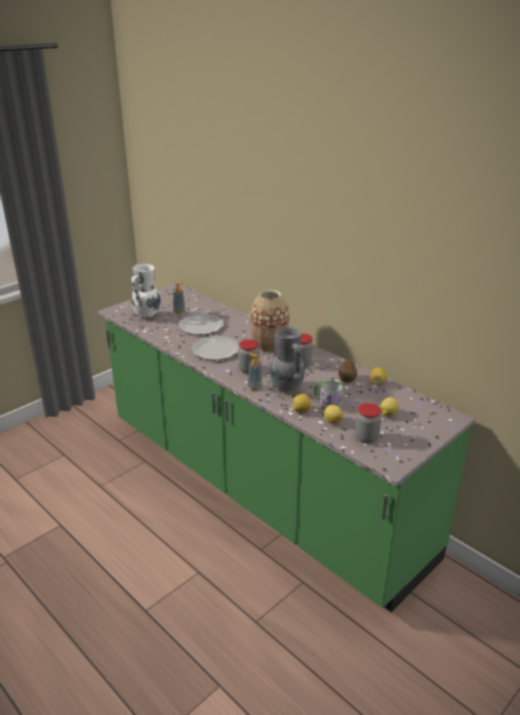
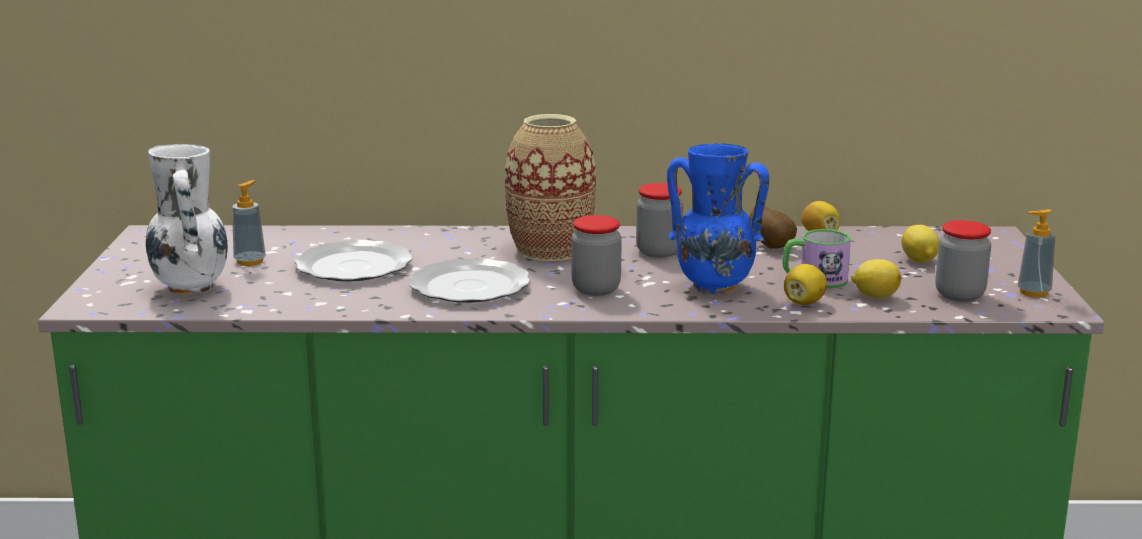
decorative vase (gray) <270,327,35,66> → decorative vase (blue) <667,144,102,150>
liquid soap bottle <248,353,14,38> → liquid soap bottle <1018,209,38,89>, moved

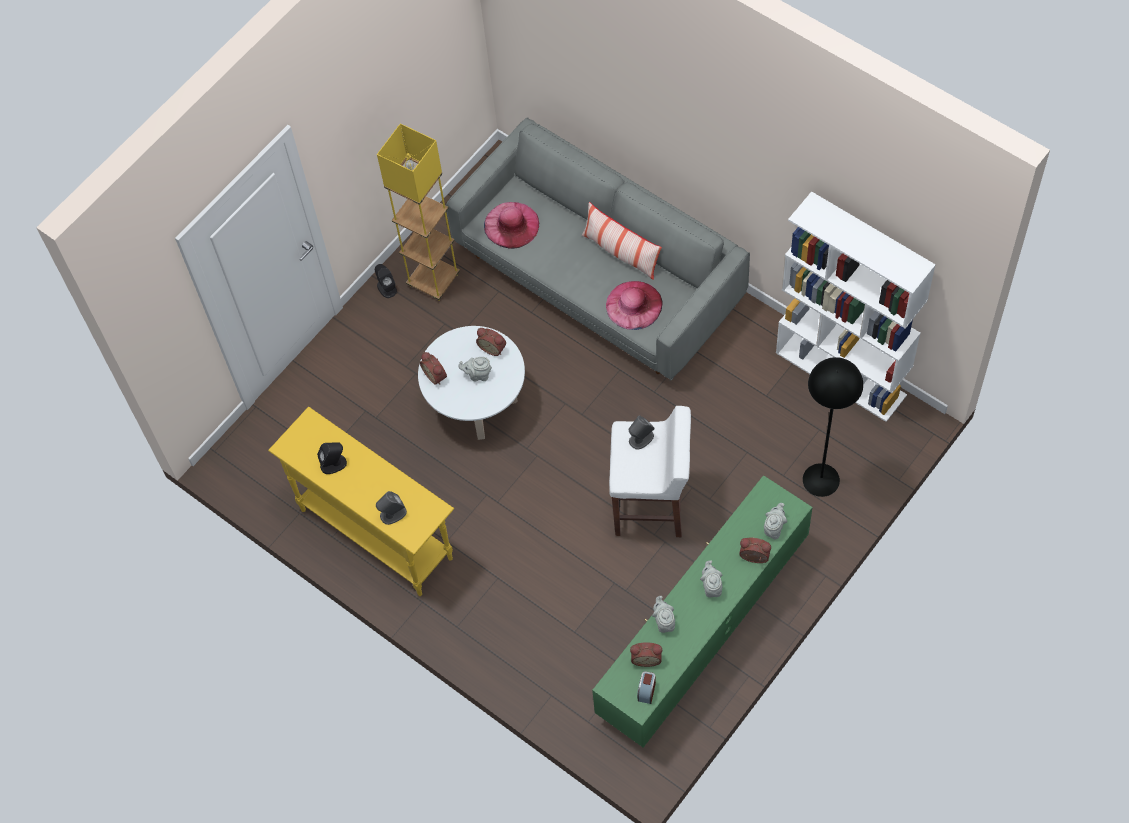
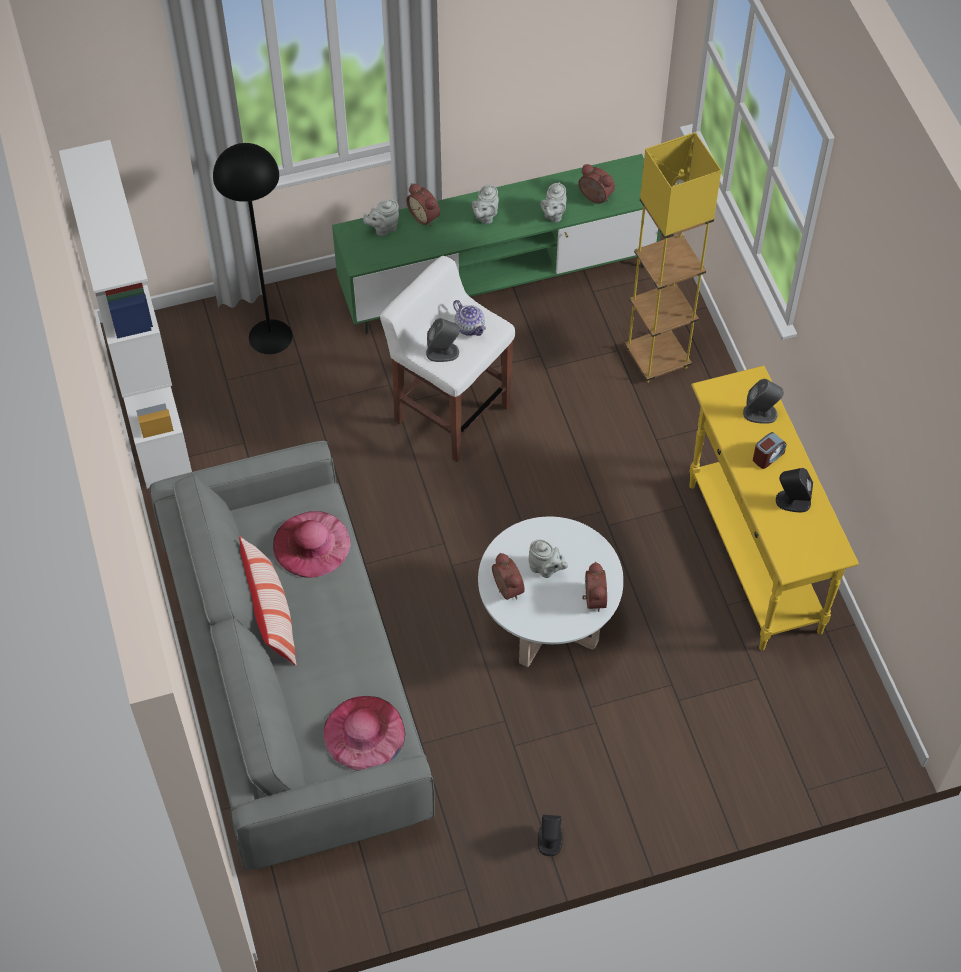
- → pot for tea <453,300,33,36>
floor lamp (yellow) <377,123,83,178> → floor lamp (yellow) <625,132,97,251>, moved
table clock <637,671,19,33> → table clock <753,432,33,37>, moved

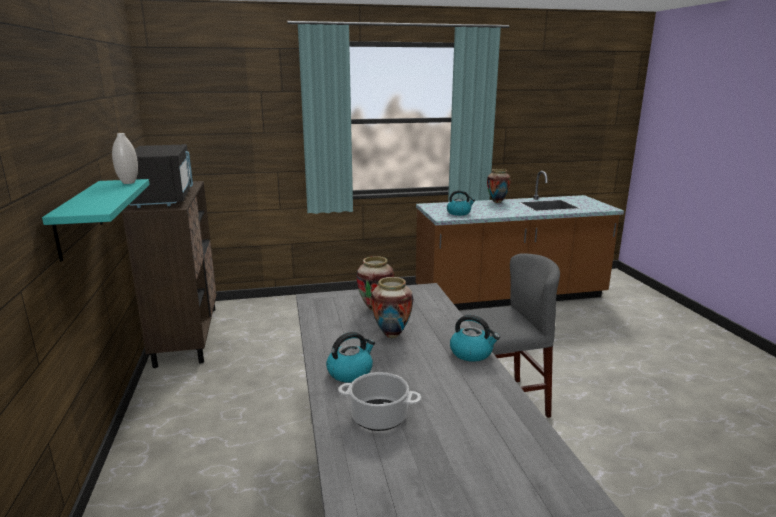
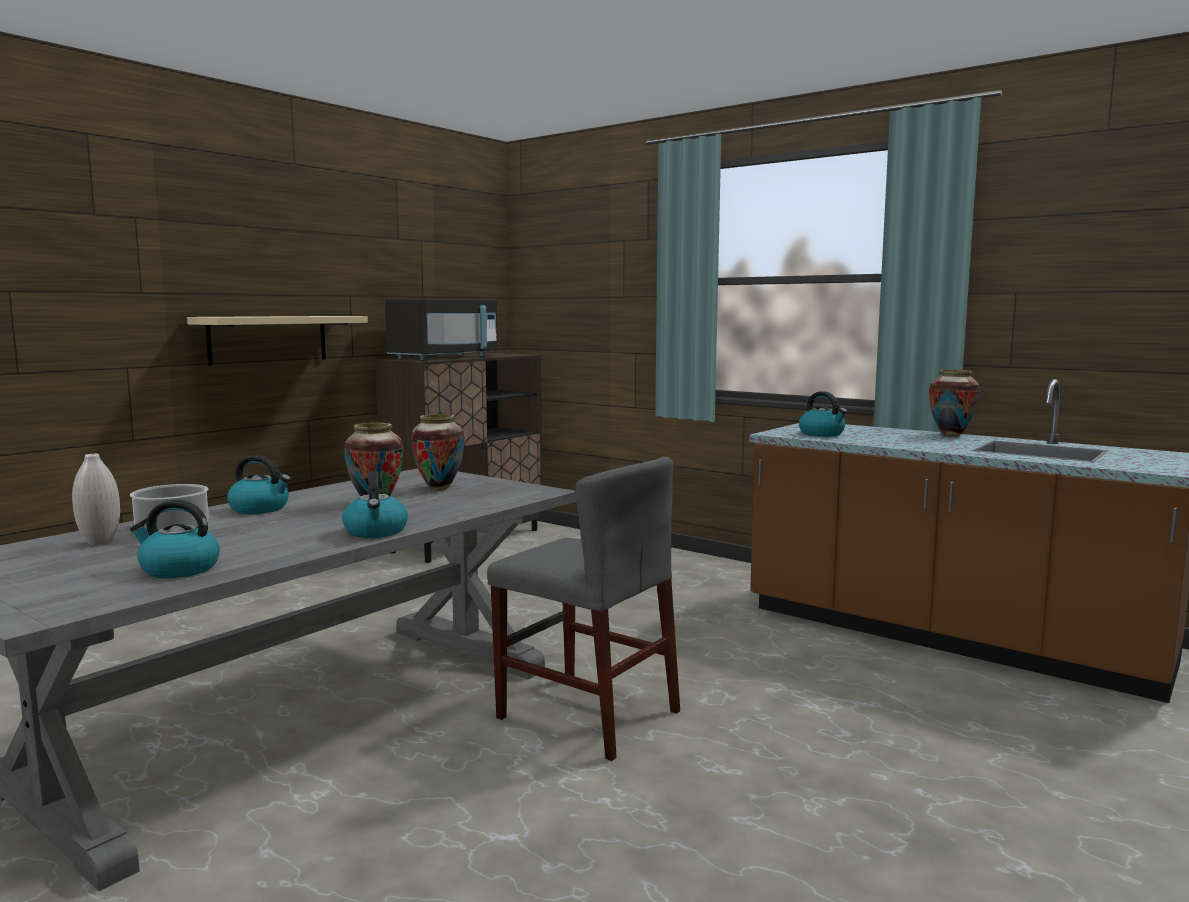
decorative vase (whitish) <112,133,26,51> → decorative vase (whitish) <72,454,48,91>, moved
- → kettle <130,500,90,78>
wall shelf (blue-green) <42,179,108,83> → wall shelf (sand-coloured) <187,316,181,50>

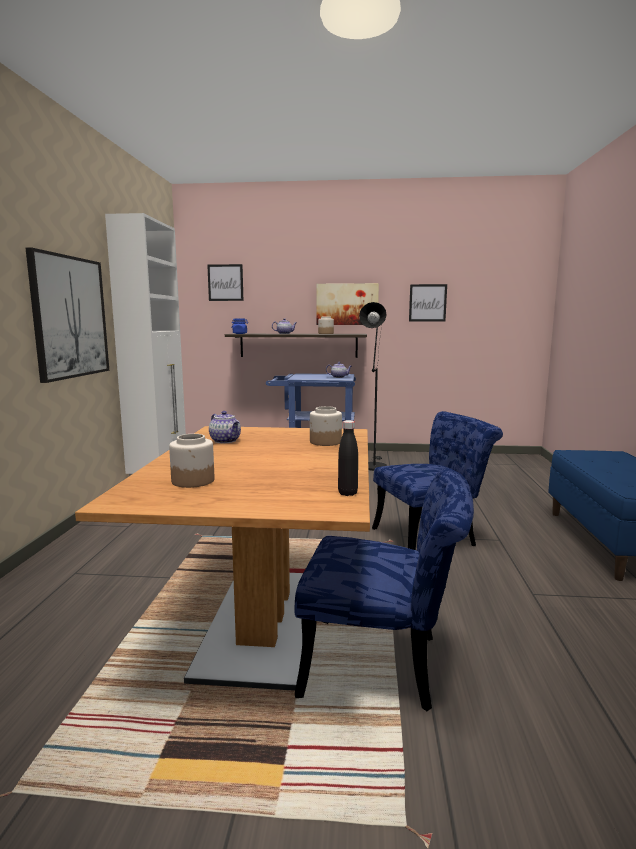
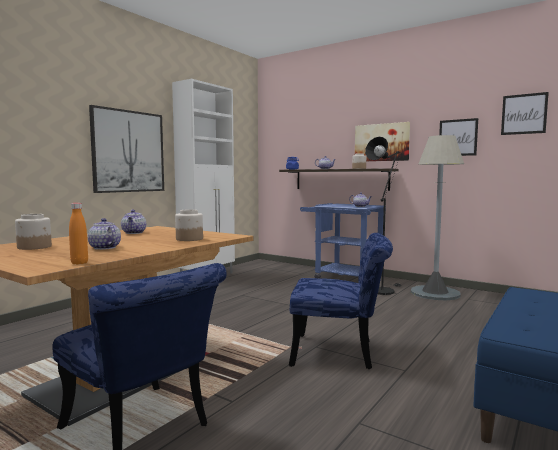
bottle (blackish) <338,420,20,76> → bottle (orange) <69,203,19,61>
- → pot for tea <88,218,33,32>
- → floor lamp (gray) <411,135,53,165>
wall picture <207,264,36,37> → wall picture <501,92,48,43>, moved

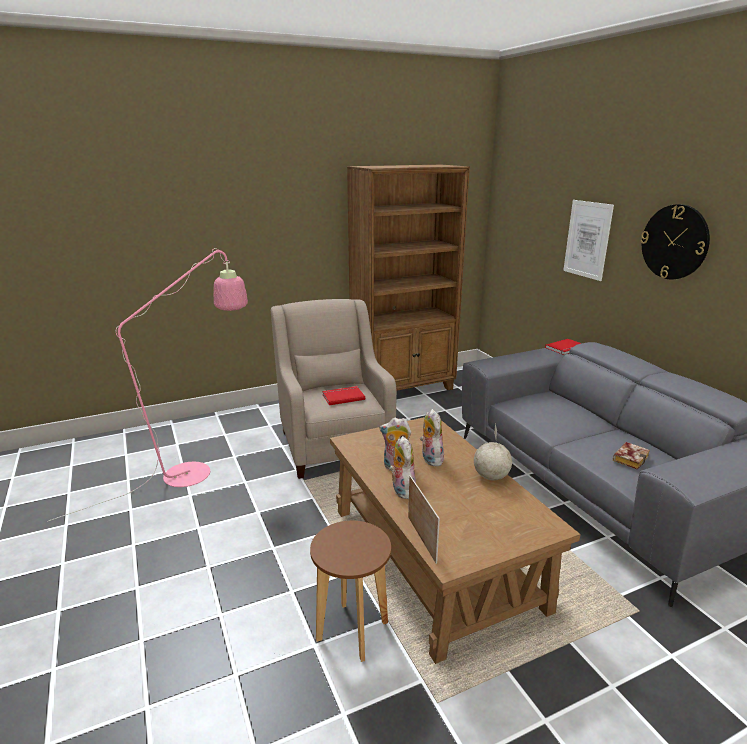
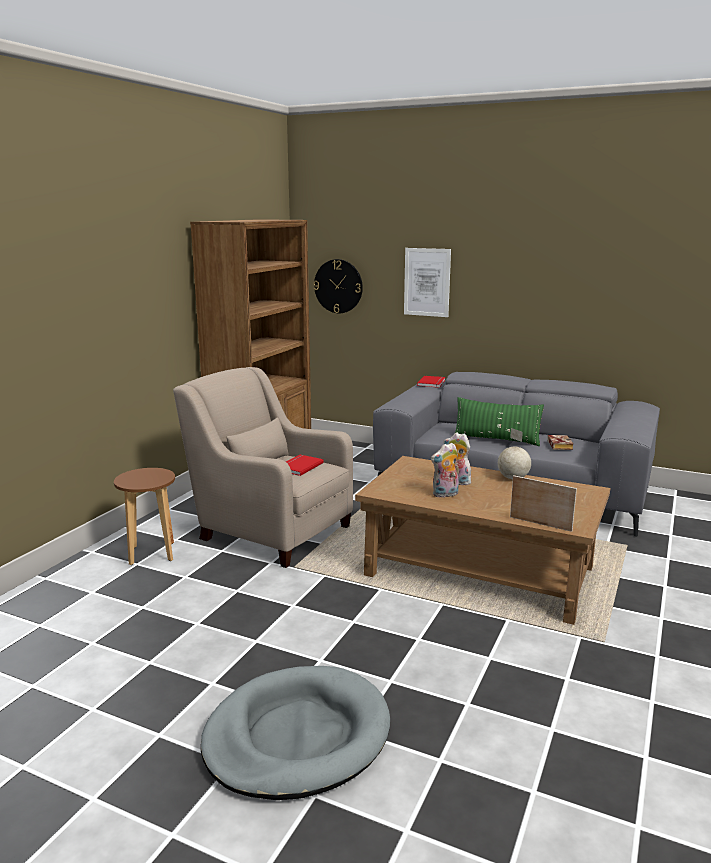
sitting stool (brownish) <310,521,81,141> → sitting stool (brownish) <114,468,61,97>, moved
- → dog cushion (gray) <201,666,189,134>
wall clock <641,204,69,75> → wall clock <314,259,49,54>, moved
- → pillow (greenish) <455,397,89,49>
floor lamp (pink-coloured) <47,248,201,274> → -
plush toy <389,436,27,63> → -

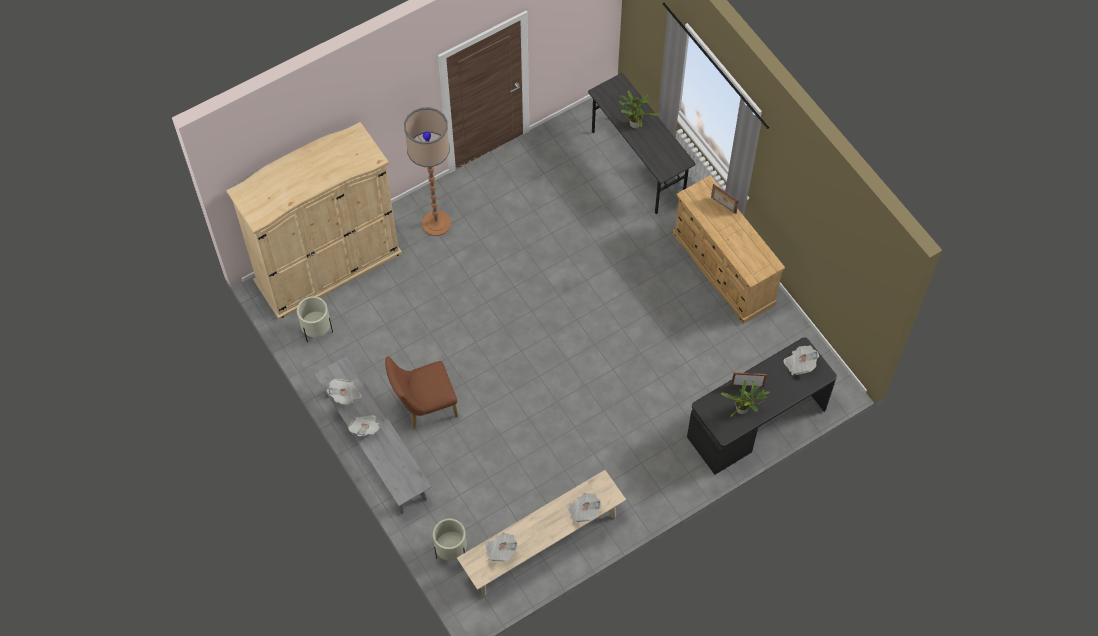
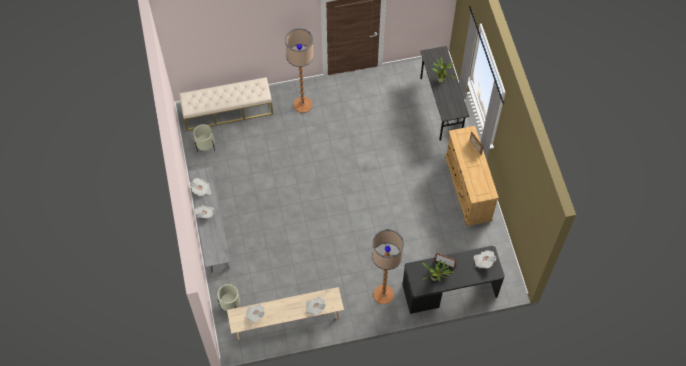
armoire (sand-coloured) <226,122,176,198> → bench (sand-coloured) <179,77,94,54>
- → floor lamp <372,229,32,75>
plain chair (brownish) <385,356,73,74> → -

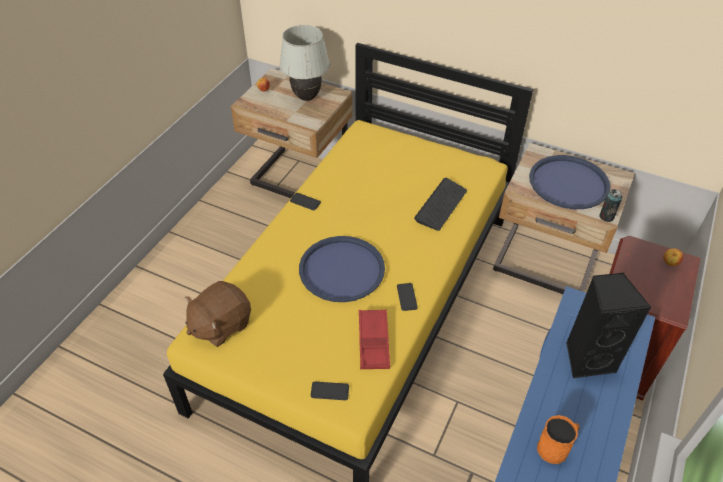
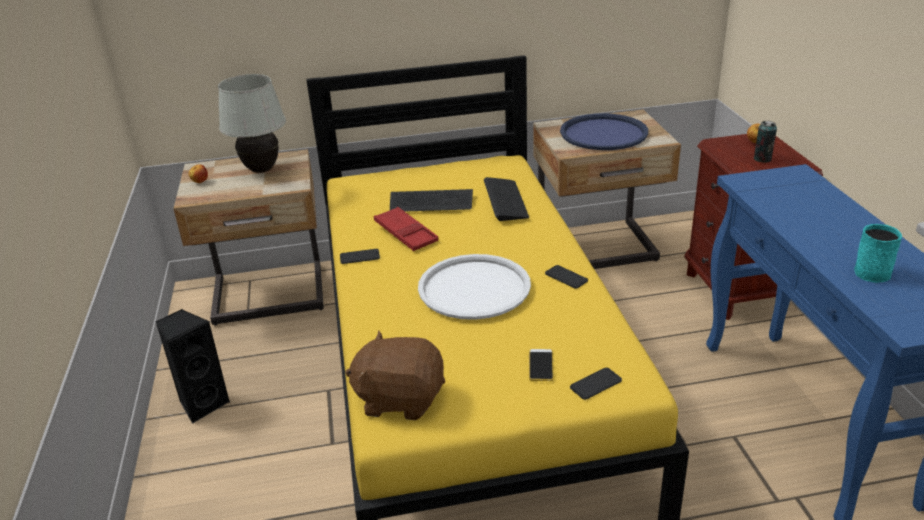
audio speaker (blackish) <566,272,85,107> → audio speaker (blackish) <156,309,74,115>, moved
plush toy (brownish) <185,281,66,66> → plush toy (brownish) <345,331,100,89>, 90 degrees clockwise
serving tray (reddish) <359,309,31,60> → serving tray (reddish) <374,207,64,44>, moved
- → computer keyboard <390,189,83,23>
serving tray (blue) <299,236,86,66> → serving tray (whitish) <418,254,113,66>
- → phone <529,349,25,32>
sealed can <599,189,23,33> → sealed can <754,121,23,42>, moved
tea mug (orange) <537,415,43,49> → tea mug (blue-green) <854,224,48,59>

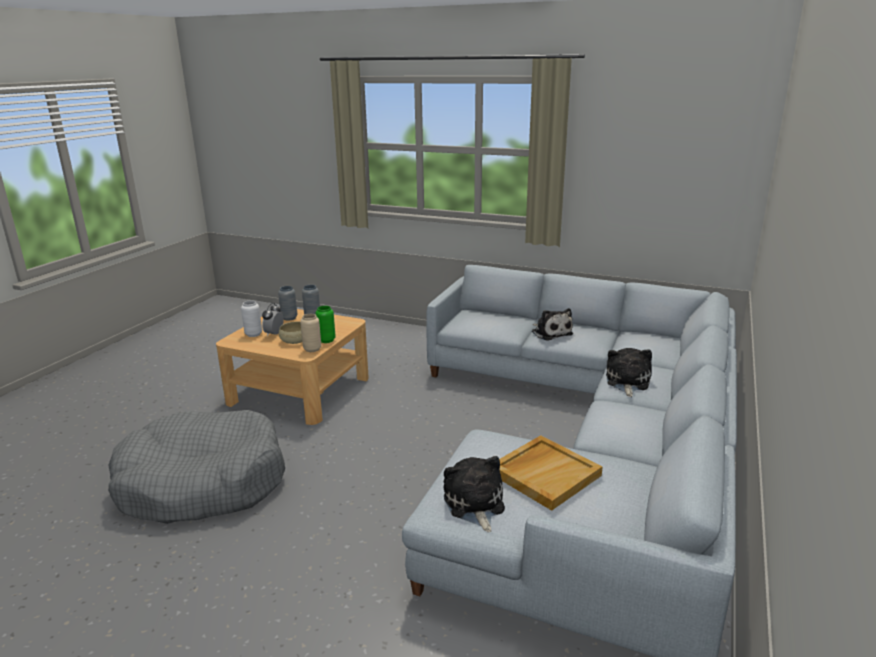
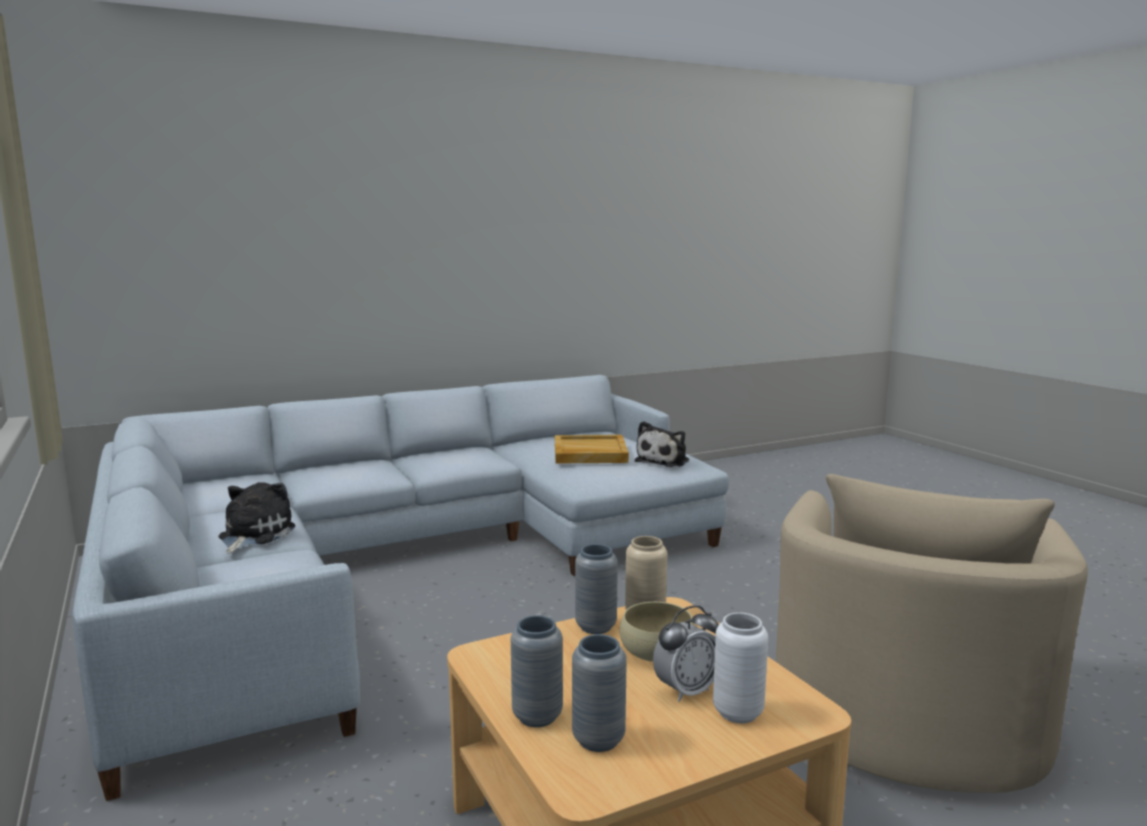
decorative vase (greenish) <315,306,21,37> → decorative vase (gray) <575,544,43,90>
dog cushion (gray) <108,410,177,114> → easy chair (sand-coloured) <776,474,312,319>
plush toy <606,348,46,49> → -

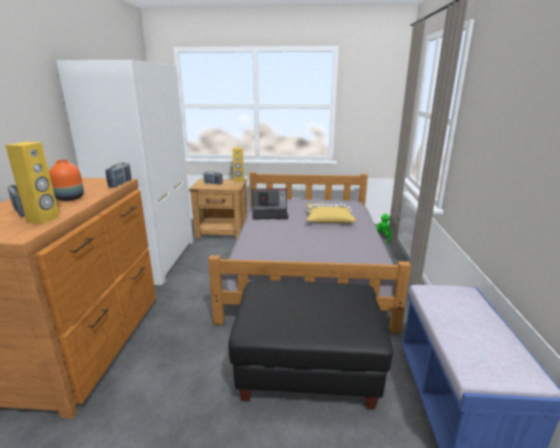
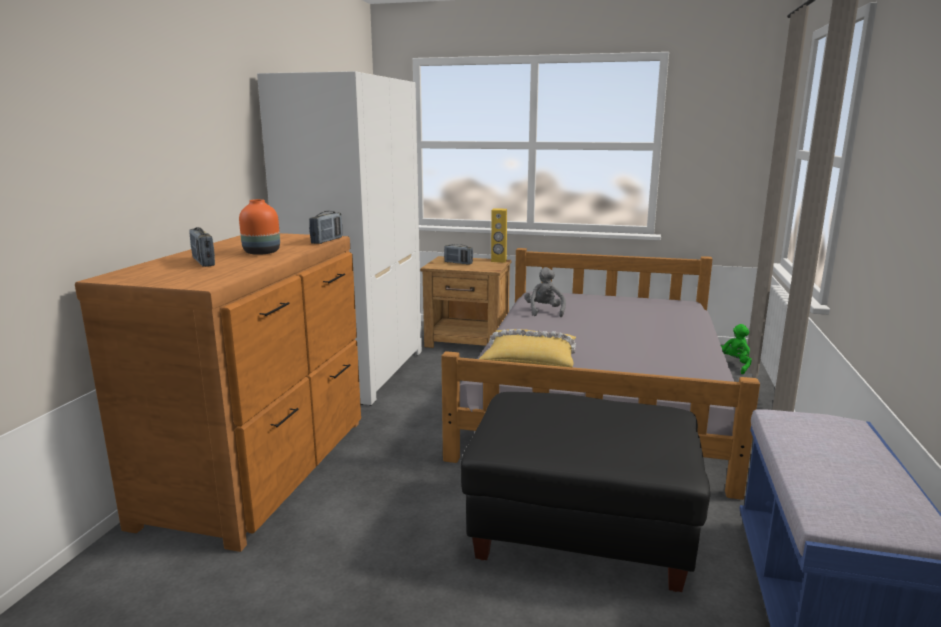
pillow (yellow) <306,203,50,20> → pillow (yellow) <479,329,97,38>, moved
notebook computer <252,188,37,32> → plush toy (gray) <525,267,41,50>
audio speaker (yellow) <5,142,55,82> → -

